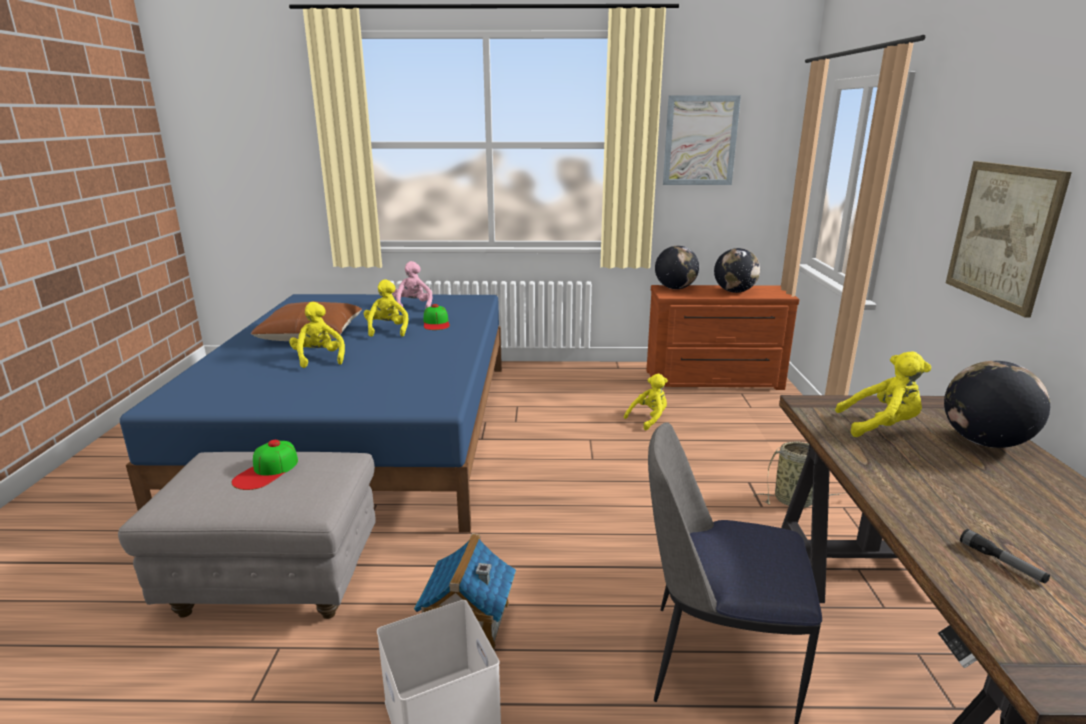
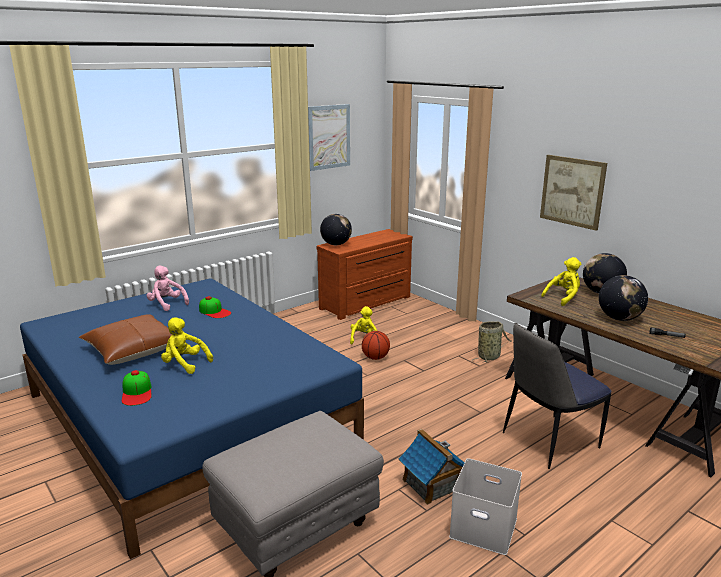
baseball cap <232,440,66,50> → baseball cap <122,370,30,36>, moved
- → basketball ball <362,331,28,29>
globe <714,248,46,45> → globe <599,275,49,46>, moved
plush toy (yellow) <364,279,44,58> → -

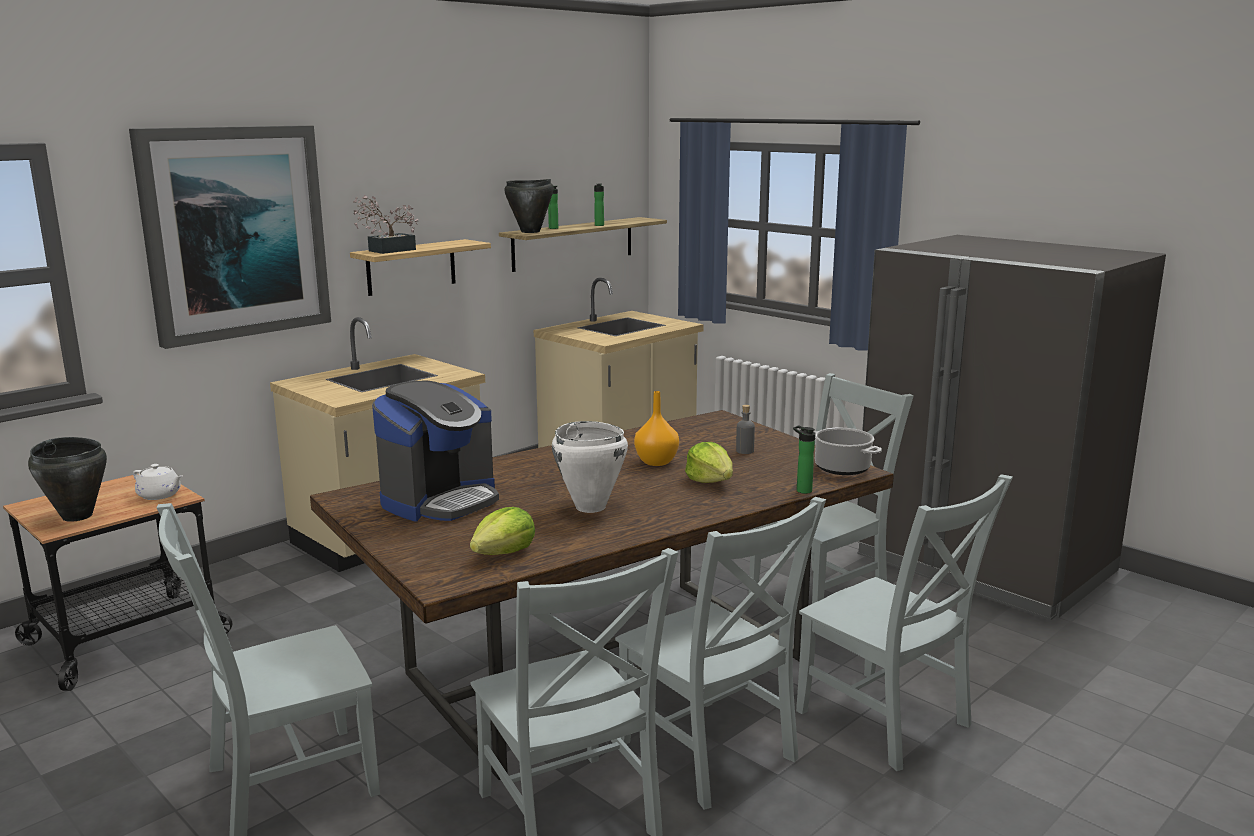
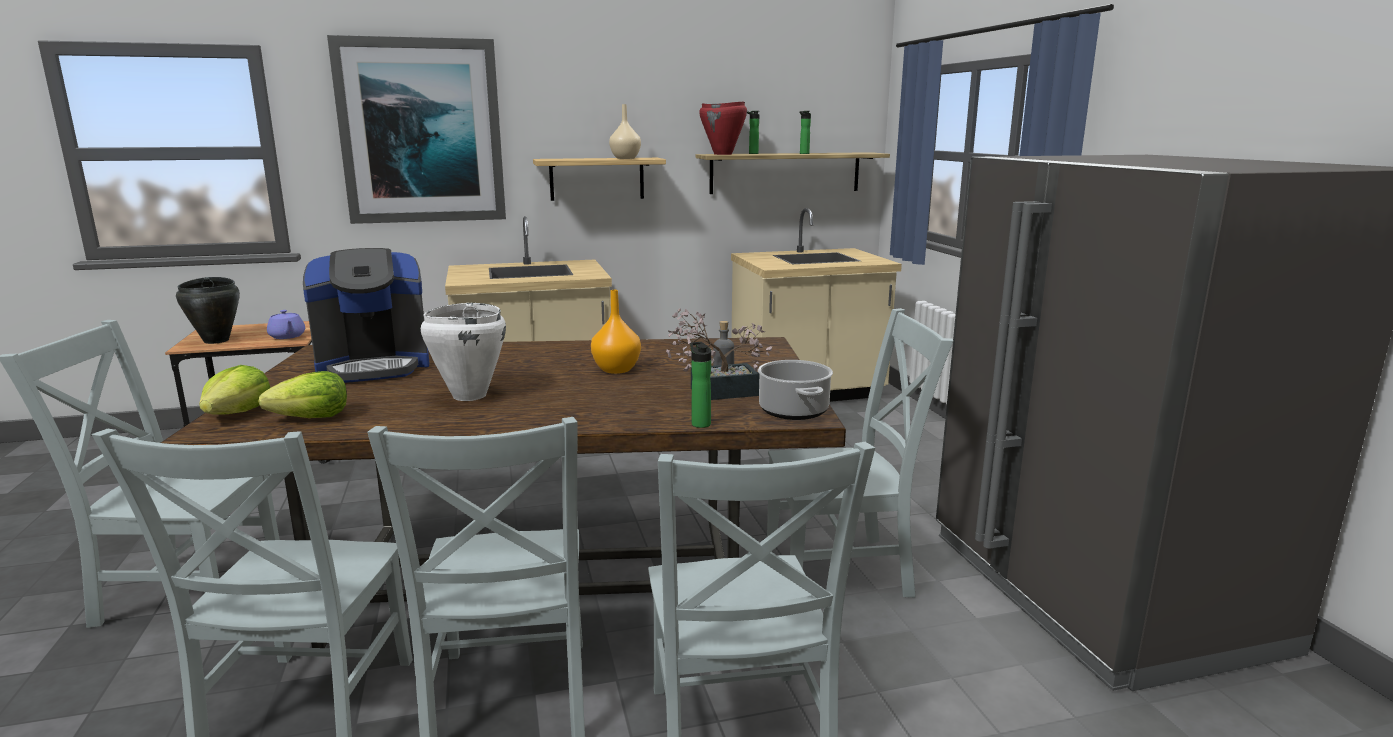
lettuce head <685,442,48,41> → lettuce head <199,365,72,50>, moved
pot for tea (whitish) <133,464,49,36> → pot for tea (purple-coloured) <267,310,38,29>
- → decorative vase (sand-coloured) <609,104,32,55>
plant in a pot <353,195,65,59> → plant in a pot <666,308,106,92>, moved
stockpot (blackish) <504,179,50,54> → stockpot (reddish) <699,101,48,54>

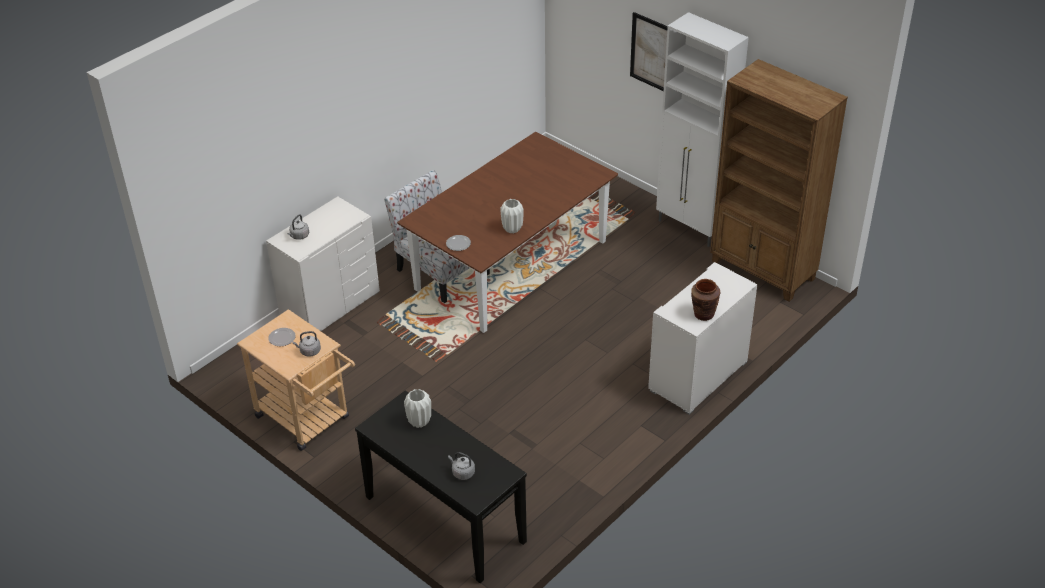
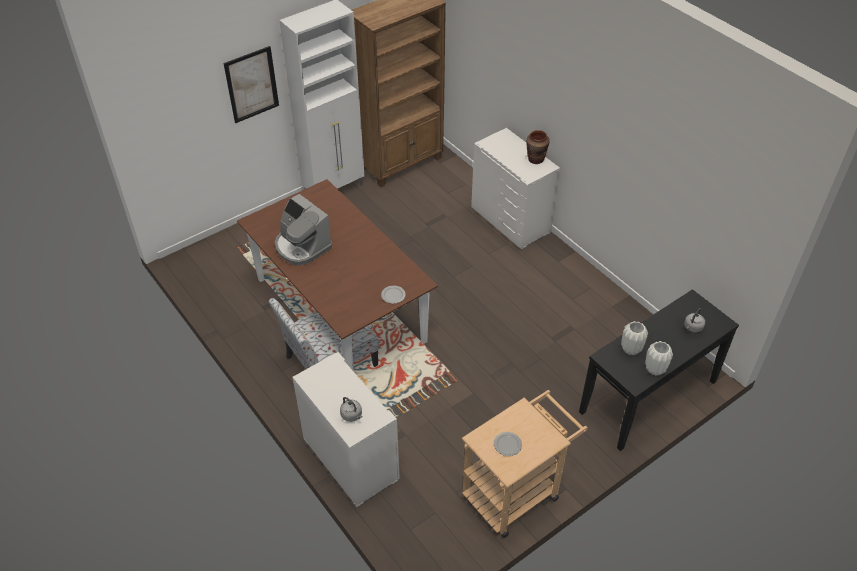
- → coffee maker <275,194,57,72>
decorative vase (whitish) <500,199,24,34> → decorative vase (whitish) <645,341,28,35>, moved
kettle (gray) <292,331,29,26> → -

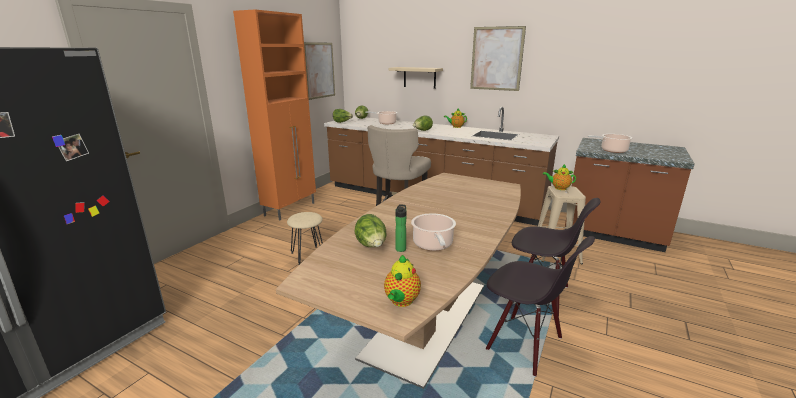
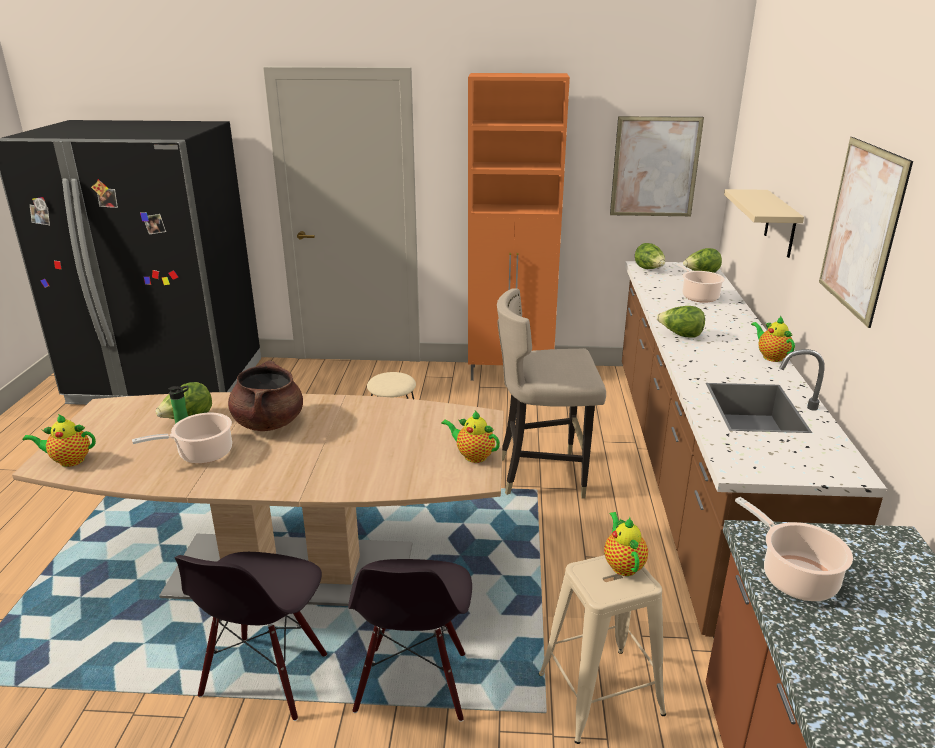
- → stockpot (brownish) <228,361,75,70>
- → pot for tea <441,410,59,53>

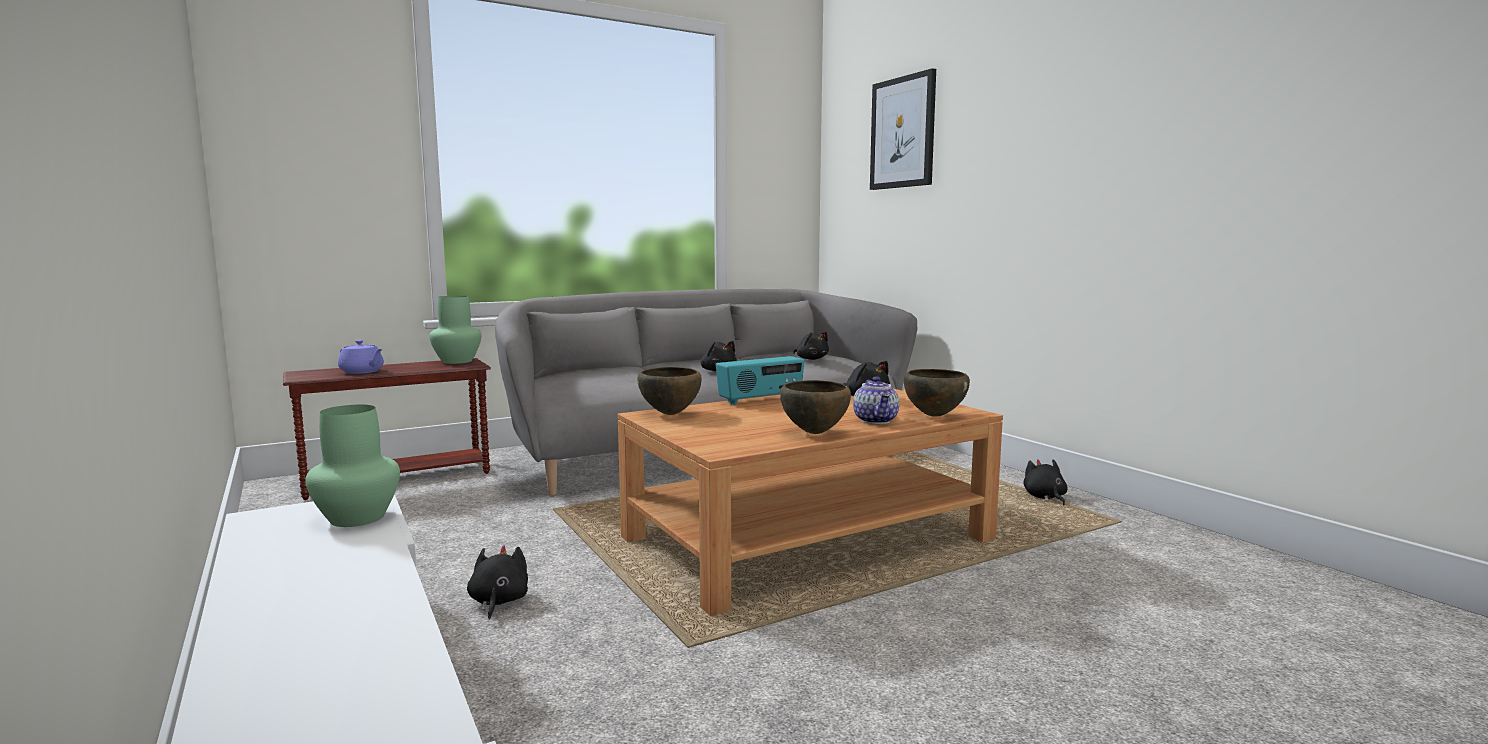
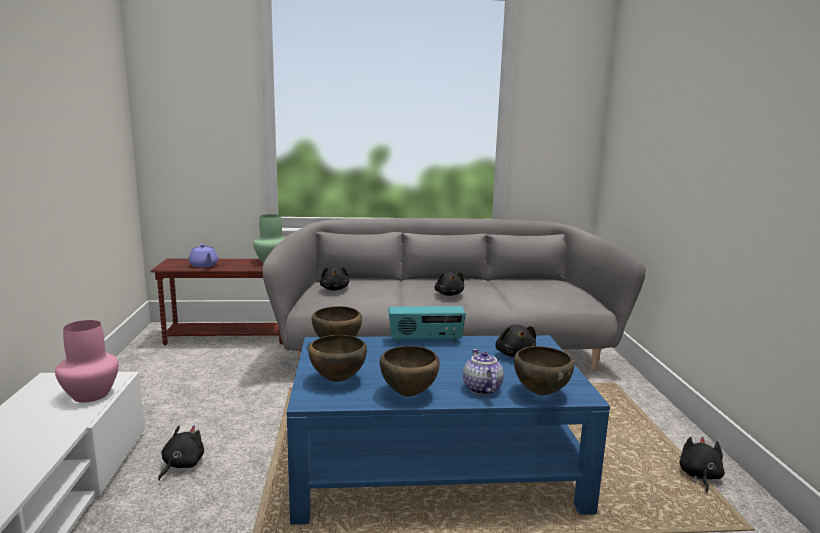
decorative vase (greenish) <305,405,95,122> → decorative vase (pink-coloured) <55,320,64,83>
lounge table (brownish) <617,389,386,227> → lounge table (blue) <287,335,323,190>
- → serving bowl (brownish) <308,335,59,47>
plush toy (blackish) <793,332,36,28> → plush toy (blackish) <320,267,30,24>, moved
pot for tea <853,376,46,48> → pot for tea <463,349,41,46>, 150 degrees clockwise
wall picture <870,68,66,122> → -

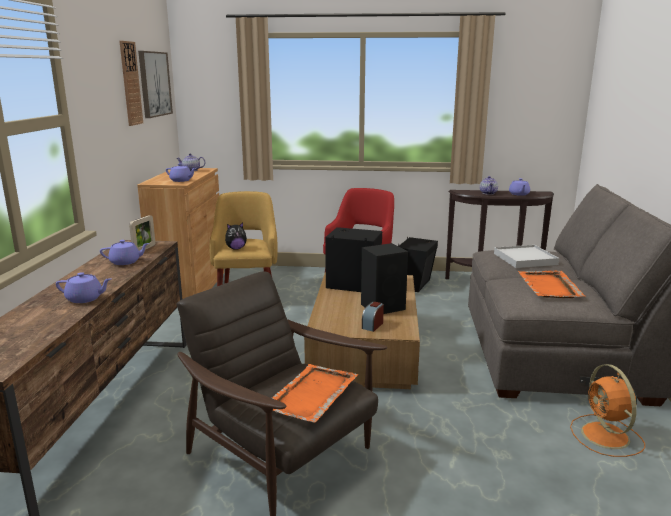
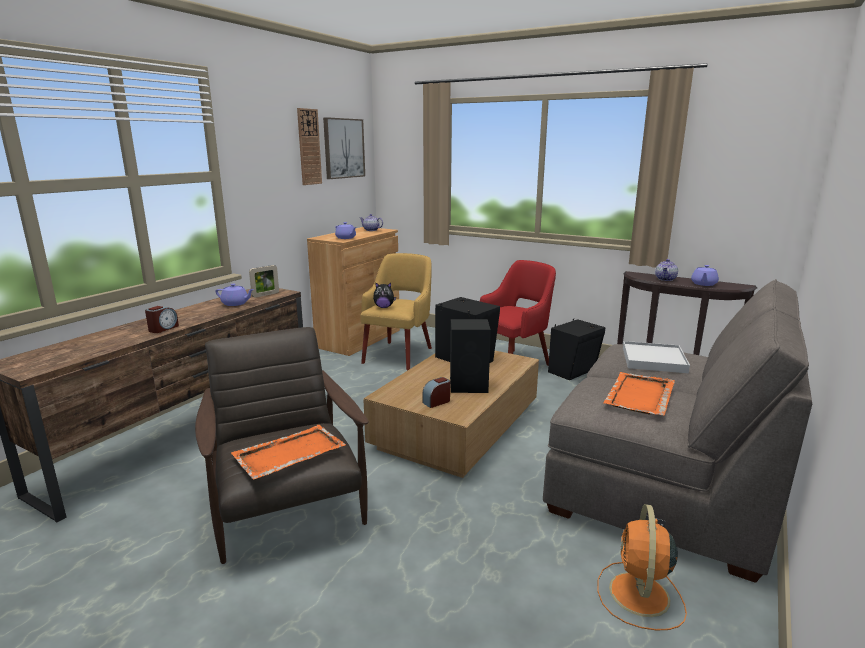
pot for tea (purple-coloured) <56,272,55,31> → table clock <145,306,34,27>

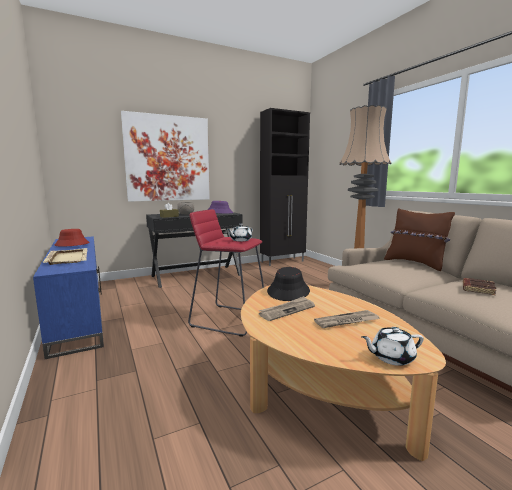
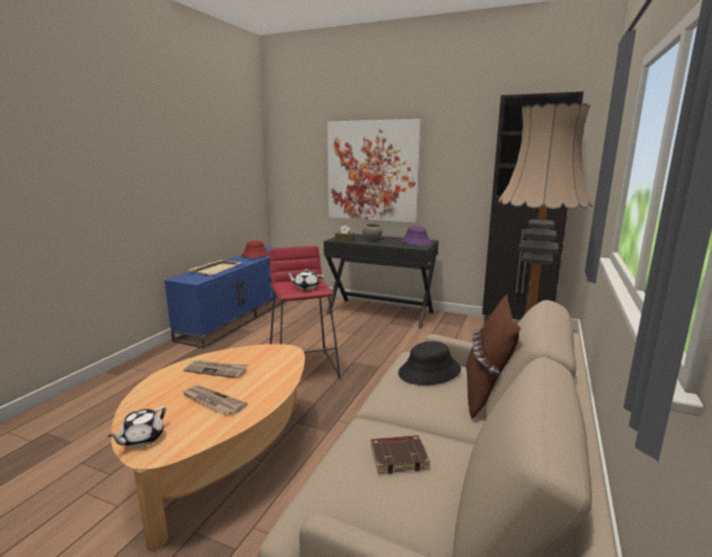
pot for tea (whitish) <361,327,63,39> → pot for tea (whitish) <107,406,59,41>, 105 degrees counterclockwise
hat (blackish) <267,267,43,34> → hat (blackish) <398,341,63,44>, moved

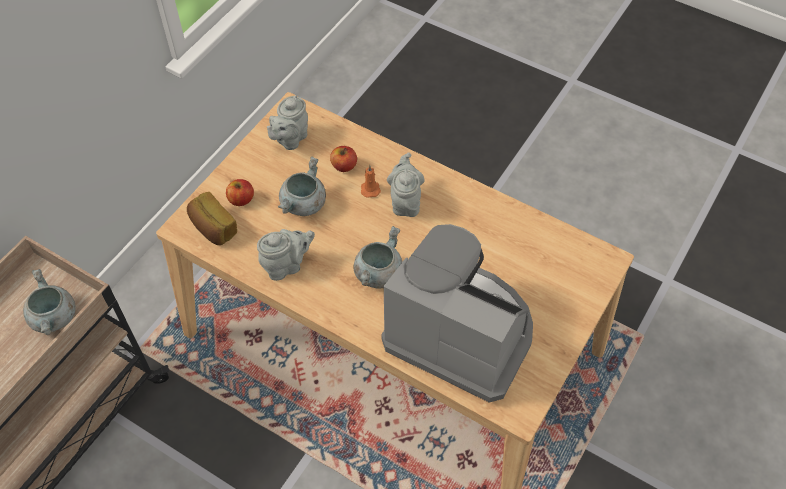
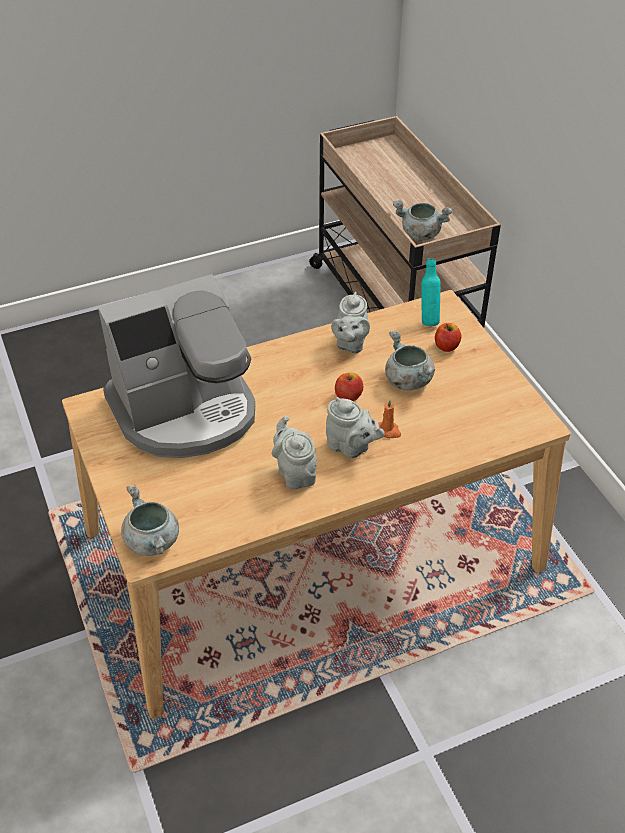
stockpot (gray) <353,226,49,63> → stockpot (gray) <121,485,58,71>, moved
pot for tea (gray) <267,95,41,55> → pot for tea (gray) <272,416,45,73>, moved
apple <330,146,27,26> → apple <335,373,28,28>, moved
baked bread <187,192,50,53> → bottle (blue-green) <421,258,20,68>

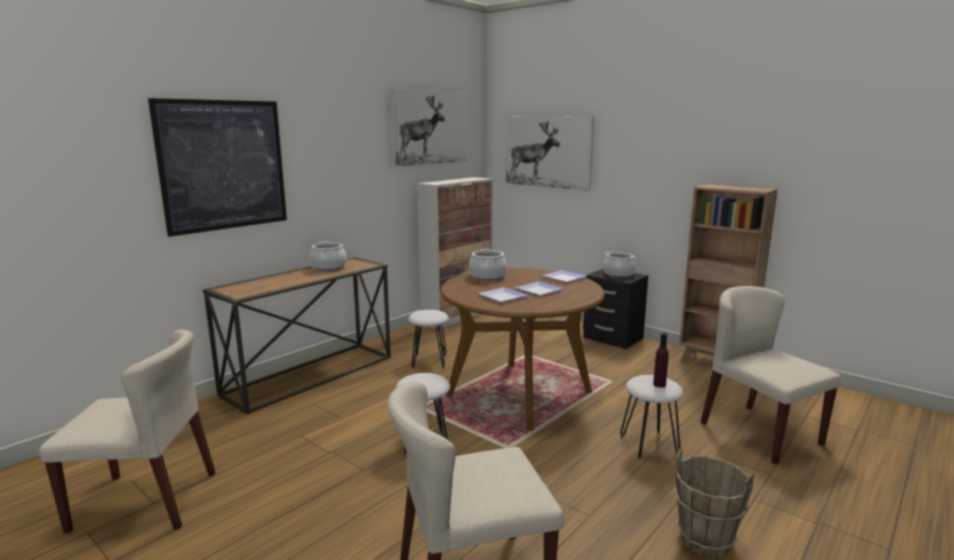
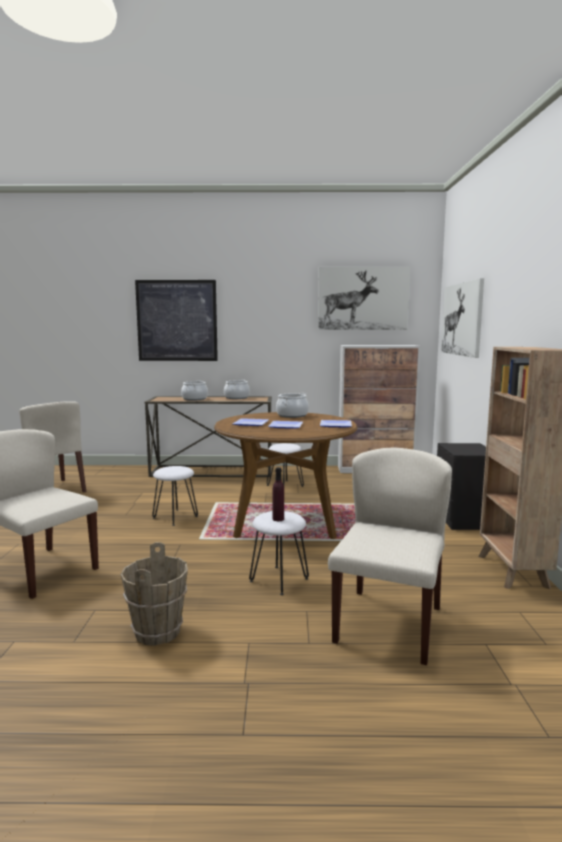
stockpot <603,252,33,26> → stockpot <181,380,27,20>, moved

